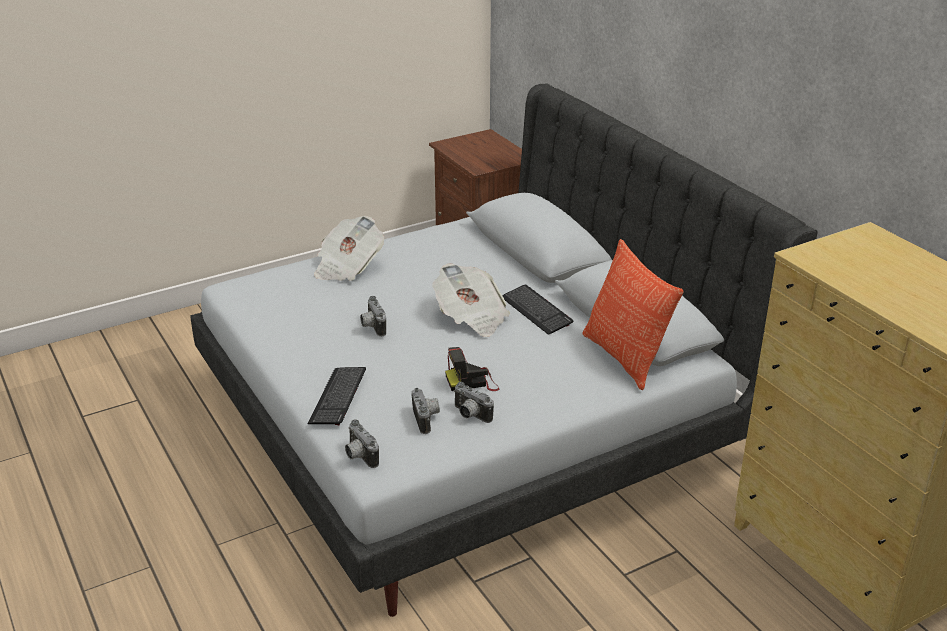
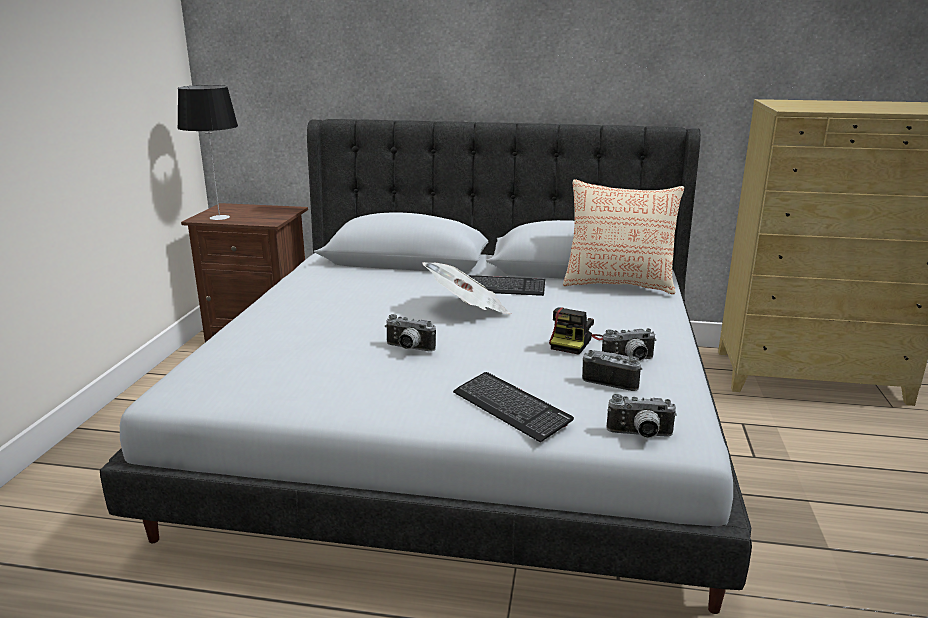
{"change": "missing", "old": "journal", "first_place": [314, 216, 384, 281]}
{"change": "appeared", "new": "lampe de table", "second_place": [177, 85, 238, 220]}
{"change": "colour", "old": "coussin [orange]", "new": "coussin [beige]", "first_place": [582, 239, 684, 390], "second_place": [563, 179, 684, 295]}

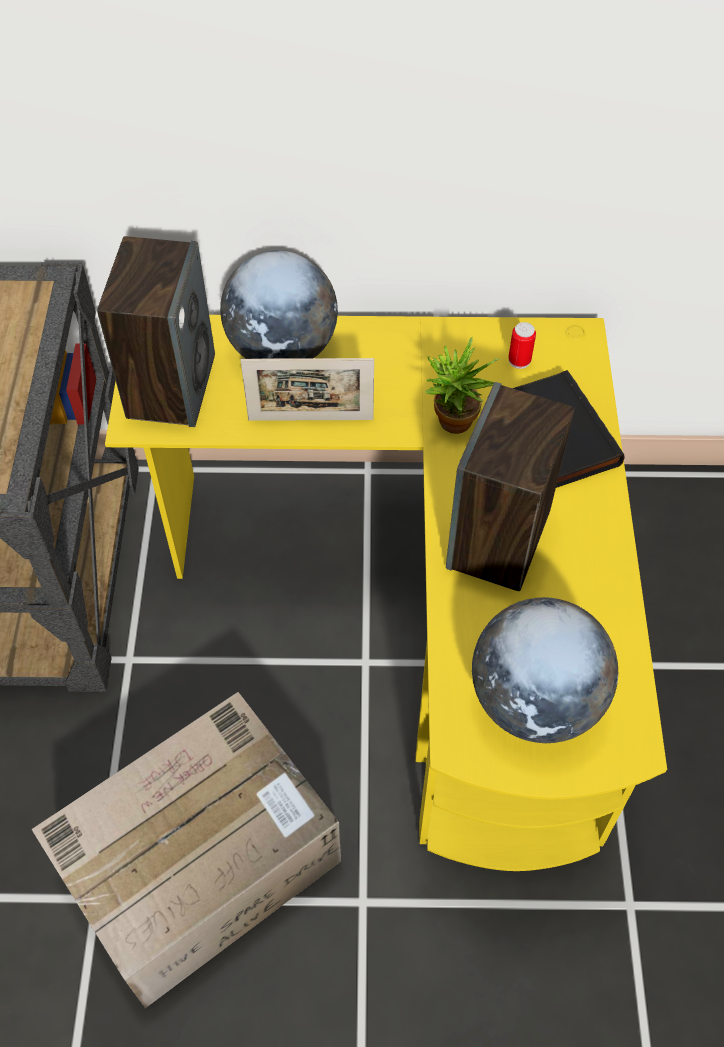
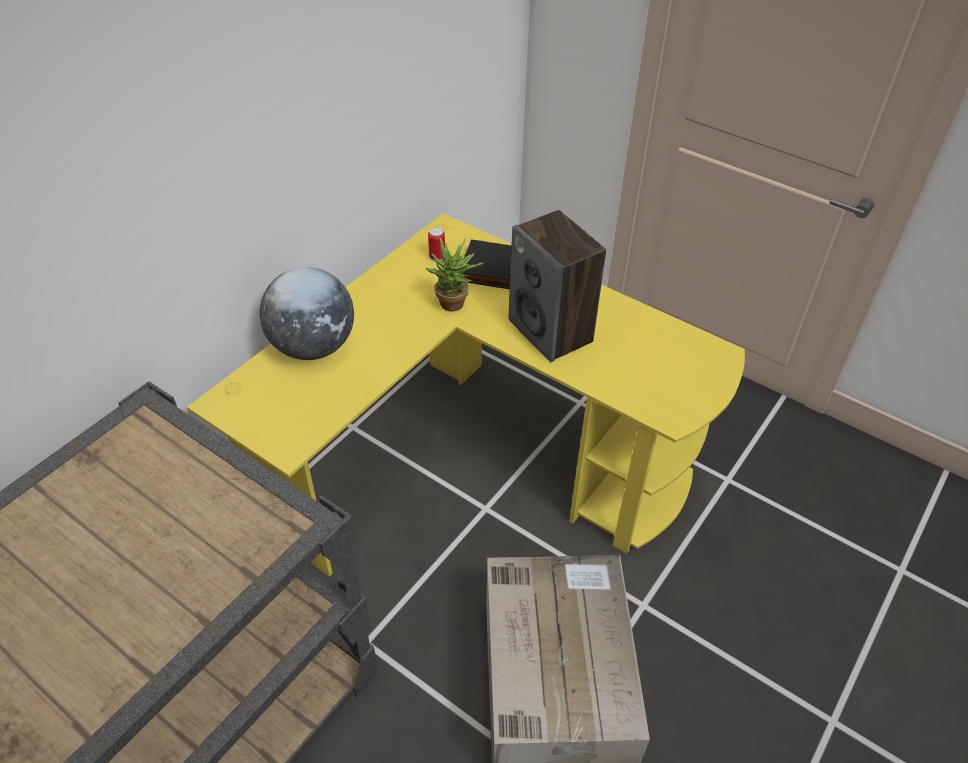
{"change": "missing", "old": "enceinte", "first_place": [97, 236, 215, 427]}
{"change": "missing", "old": "cadre photo", "first_place": [241, 358, 374, 421]}
{"change": "missing", "old": "globe", "first_place": [472, 597, 618, 743]}

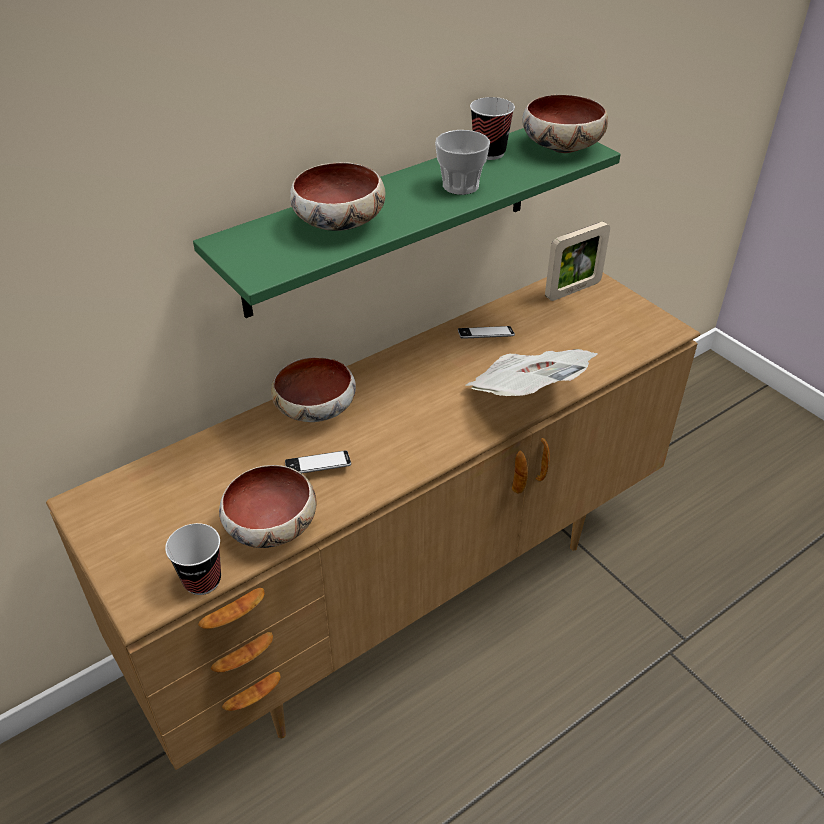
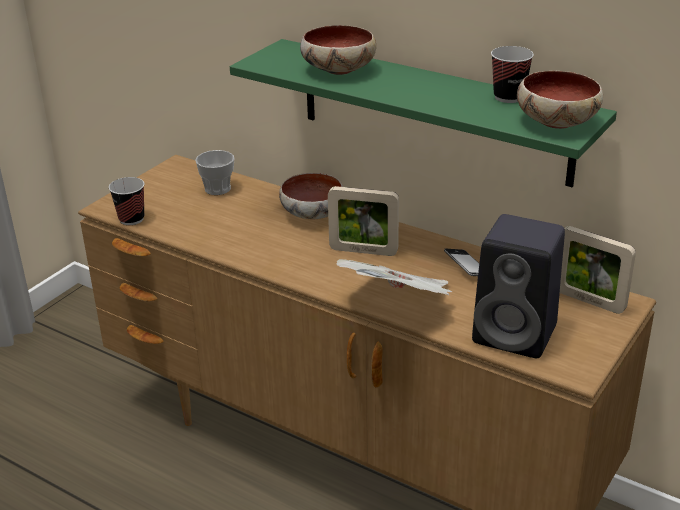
{"change": "missing", "old": "bol", "first_place": [219, 465, 317, 548]}
{"change": "missing", "old": "téléphone", "first_place": [285, 450, 351, 473]}
{"change": "appeared", "new": "cadre photo", "second_place": [328, 186, 399, 256]}
{"change": "appeared", "new": "enceinte [noir]", "second_place": [472, 214, 565, 358]}
{"change": "relocated", "old": "tasse", "first_place": [435, 130, 490, 195], "second_place": [195, 150, 234, 195]}

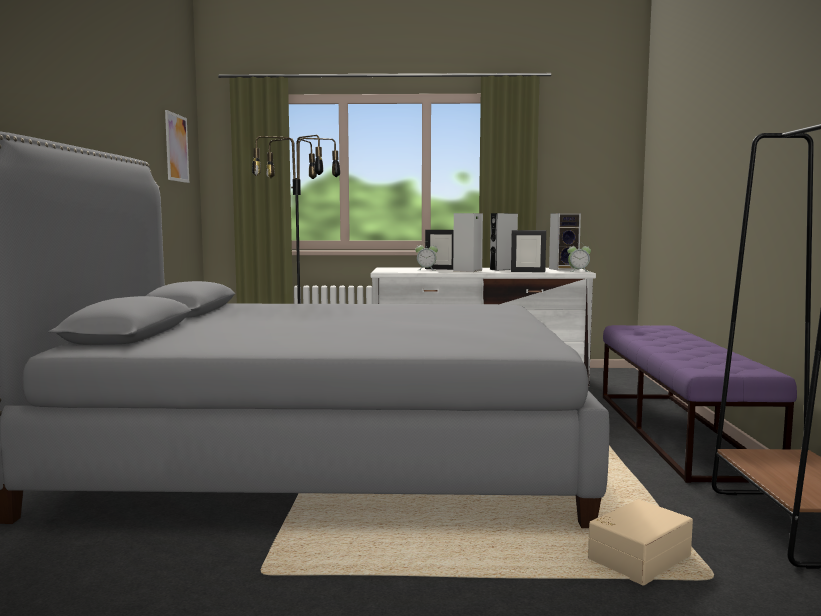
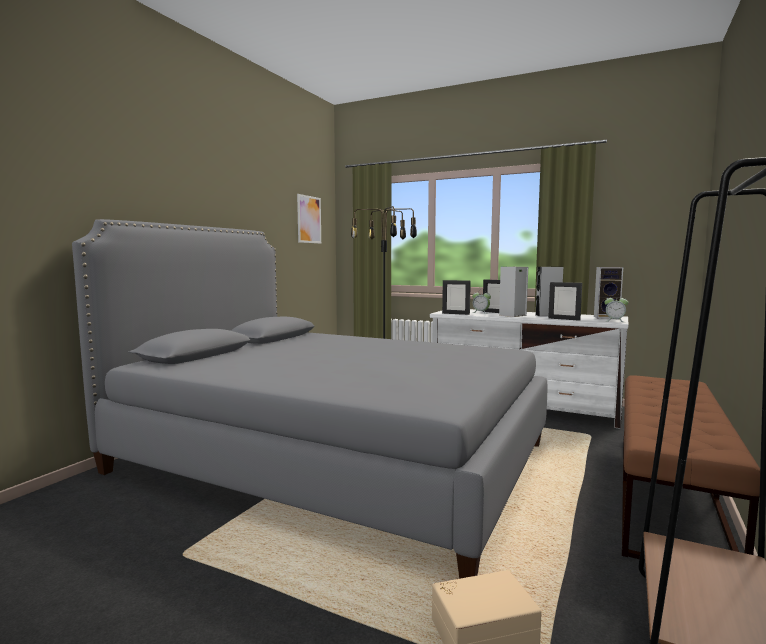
{"change": "appeared", "new": "cadre photo", "second_place": [442, 280, 471, 315]}
{"change": "colour", "old": "banc [violet]", "new": "banc [marron]", "first_place": [603, 325, 797, 483], "second_place": [622, 375, 760, 559]}

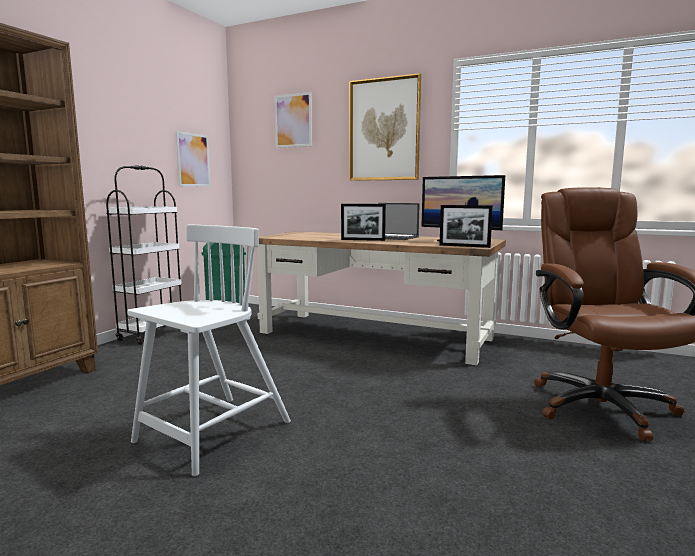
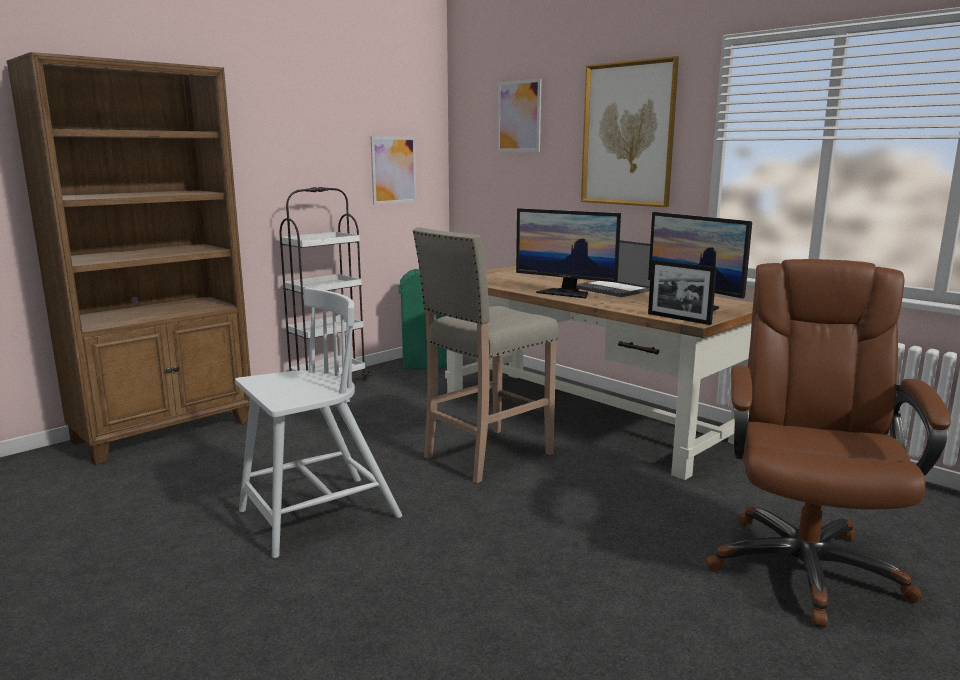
{"change": "appeared", "new": "tabouret [beige]", "second_place": [413, 227, 559, 483]}
{"change": "exchanged", "old": "cadre photo", "new": "écran d'ordinateur", "first_place": [341, 204, 386, 241], "second_place": [516, 208, 621, 299]}

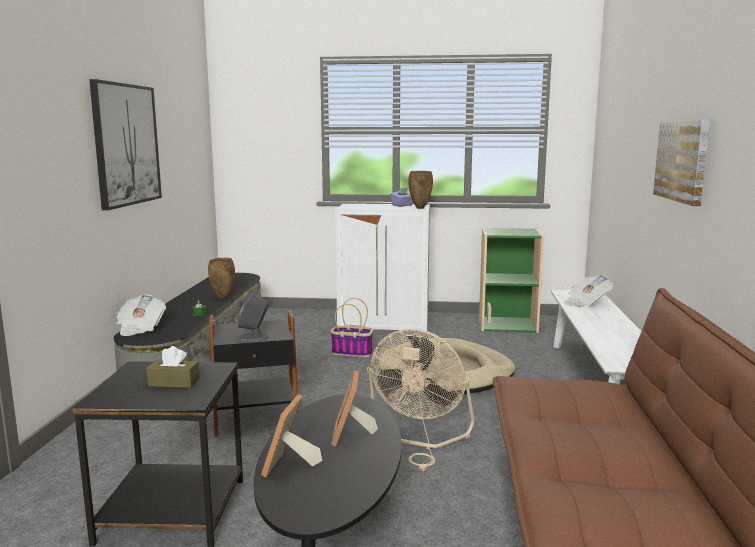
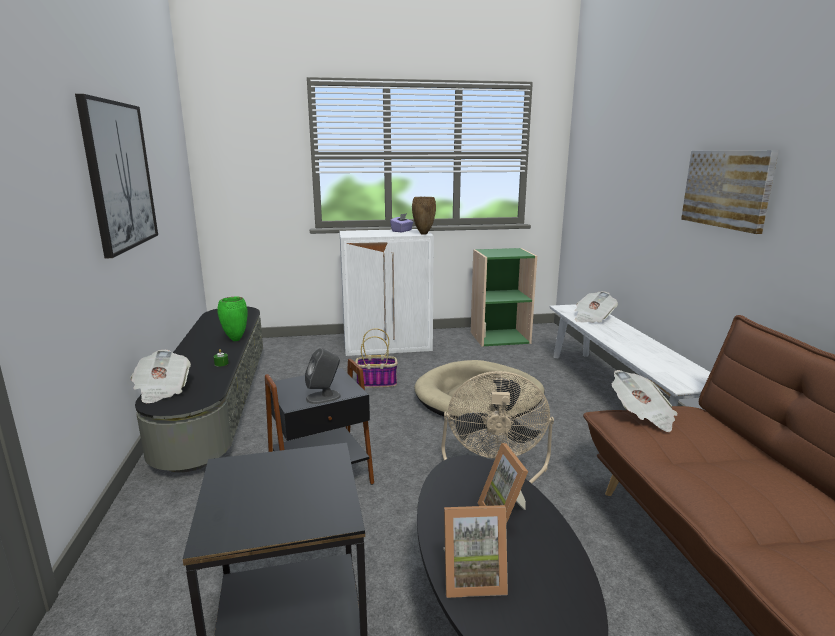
{"change": "missing", "old": "boîte à mouchoirs [marron]", "first_place": [147, 346, 200, 388]}
{"change": "appeared", "new": "journal", "second_place": [612, 370, 678, 432]}
{"change": "colour", "old": "vase [marron]", "new": "vase [vert]", "first_place": [208, 258, 235, 299], "second_place": [217, 296, 248, 341]}
{"change": "spun", "old": "cadre photo", "first_place": [261, 394, 322, 477], "second_place": [443, 505, 508, 598], "degrees": -90}

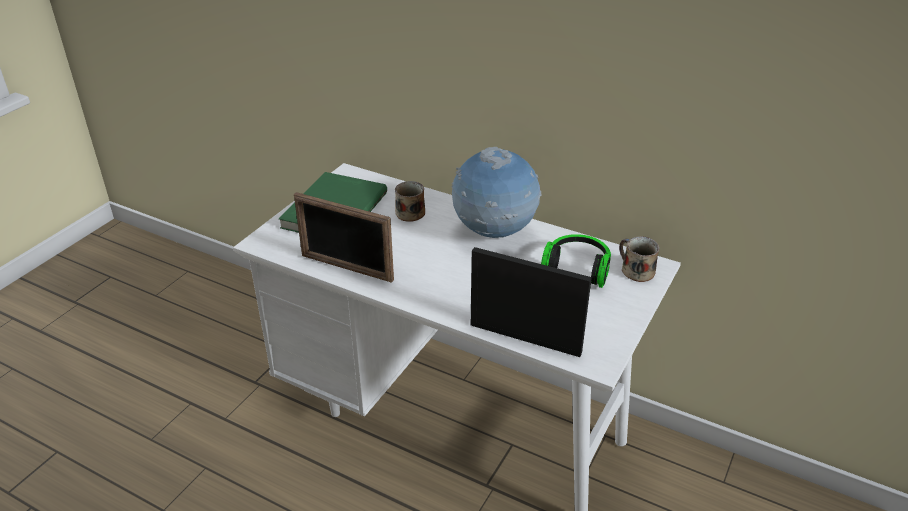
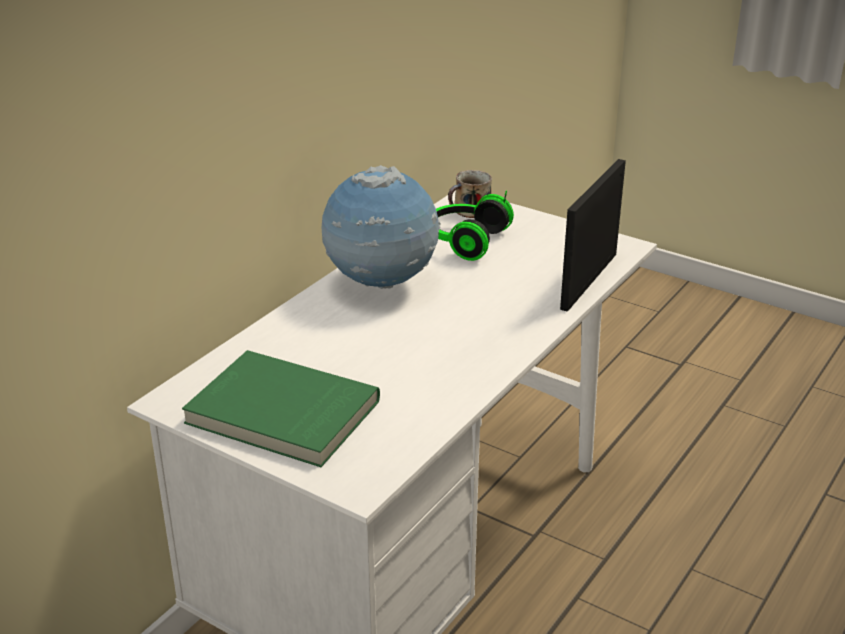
{"change": "missing", "old": "cadre photo", "first_place": [294, 192, 394, 283]}
{"change": "missing", "old": "mug", "first_place": [395, 181, 425, 222]}

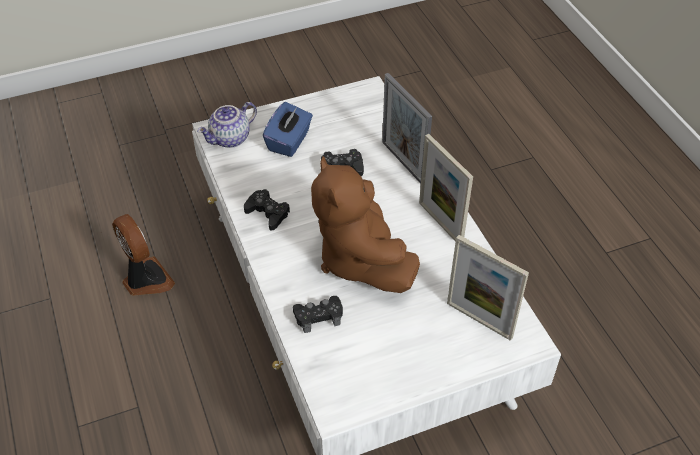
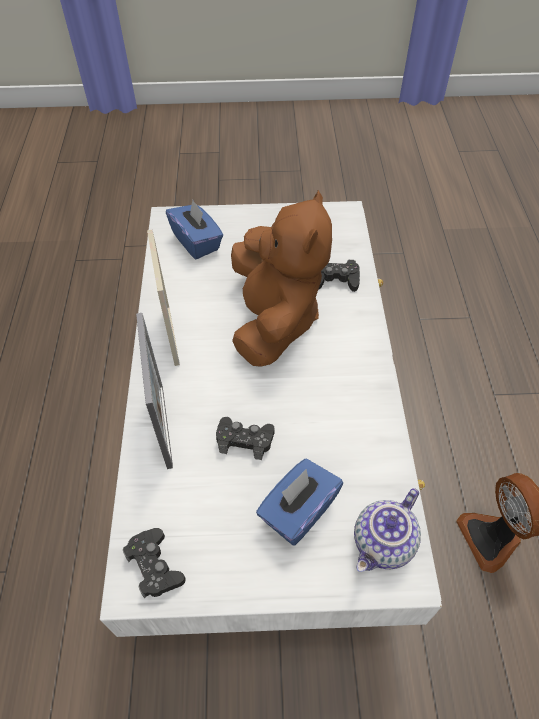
{"change": "relocated", "old": "manette [noir]", "first_place": [244, 189, 290, 231], "second_place": [123, 528, 186, 598]}
{"change": "exchanged", "old": "cadre photo", "new": "boîte à mouchoirs [bleu]", "first_place": [447, 235, 529, 341], "second_place": [166, 200, 223, 259]}
{"change": "spun", "old": "théière", "first_place": [197, 102, 257, 148], "second_place": [354, 488, 421, 572], "degrees": 150}

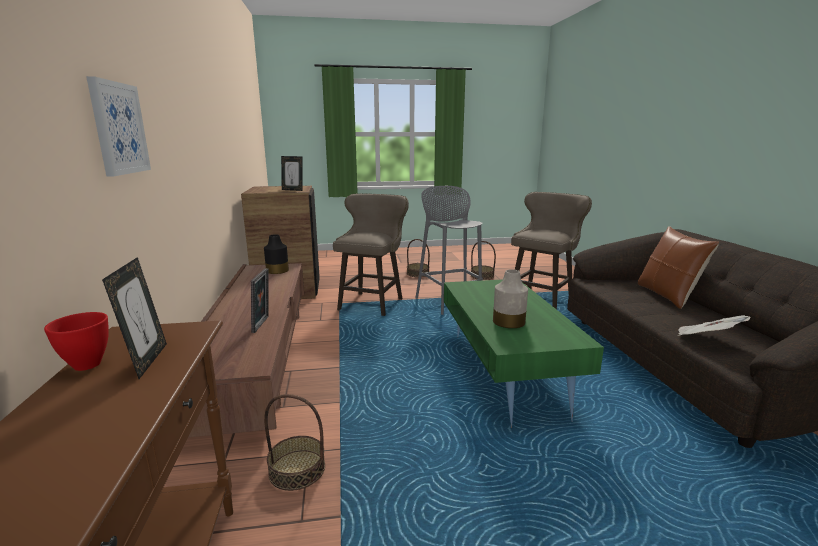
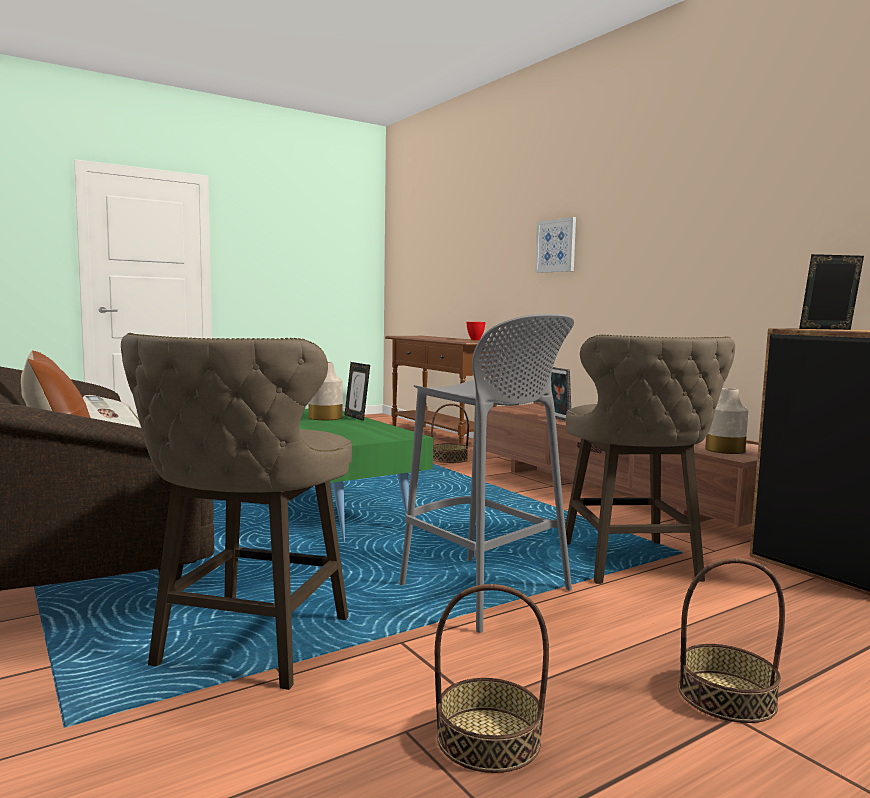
{"change": "relocated", "old": "cadre photo", "first_place": [102, 257, 167, 379], "second_place": [345, 362, 370, 421]}
{"change": "colour", "old": "vase [noir]", "new": "vase [beige]", "first_place": [264, 234, 289, 274], "second_place": [705, 388, 749, 454]}

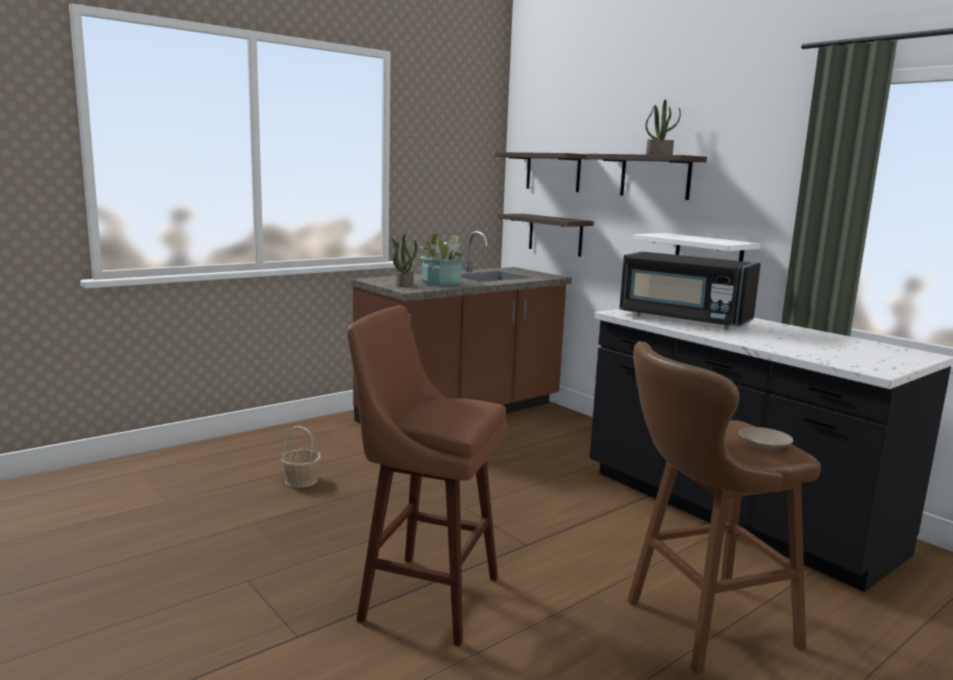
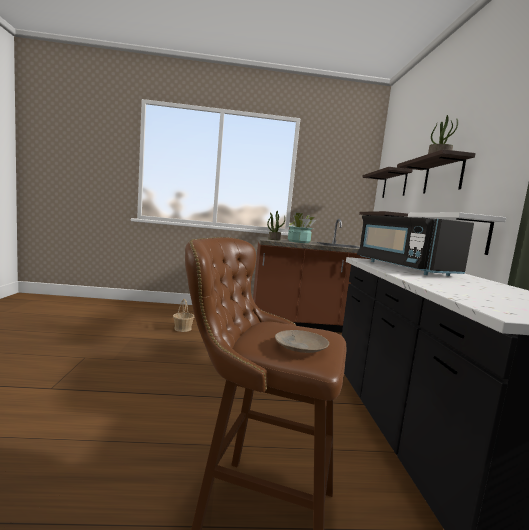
{"change": "missing", "old": "tabouret [marron]", "first_place": [347, 305, 508, 646]}

